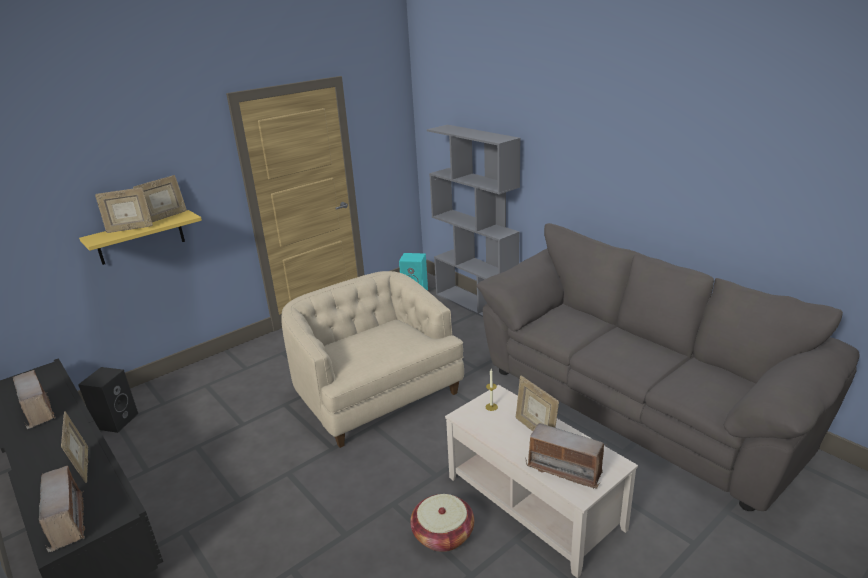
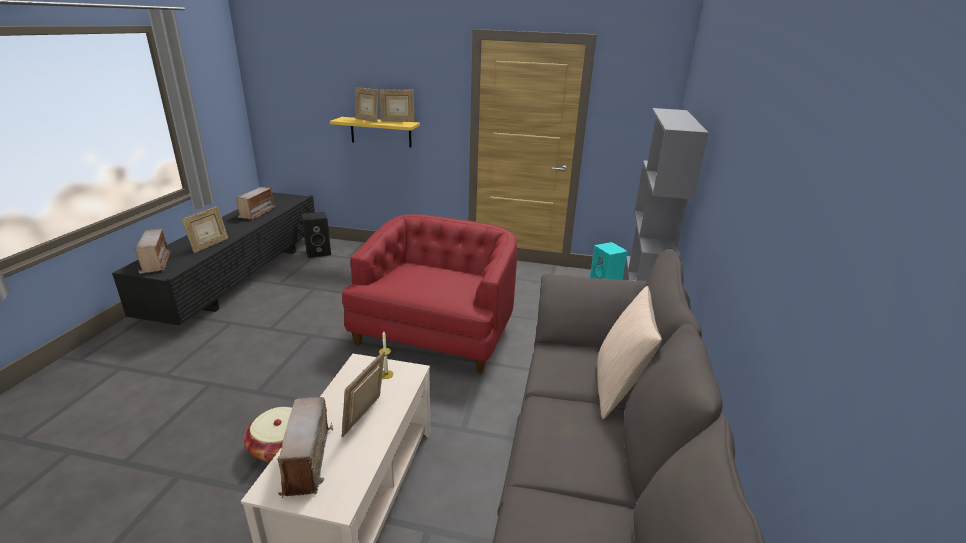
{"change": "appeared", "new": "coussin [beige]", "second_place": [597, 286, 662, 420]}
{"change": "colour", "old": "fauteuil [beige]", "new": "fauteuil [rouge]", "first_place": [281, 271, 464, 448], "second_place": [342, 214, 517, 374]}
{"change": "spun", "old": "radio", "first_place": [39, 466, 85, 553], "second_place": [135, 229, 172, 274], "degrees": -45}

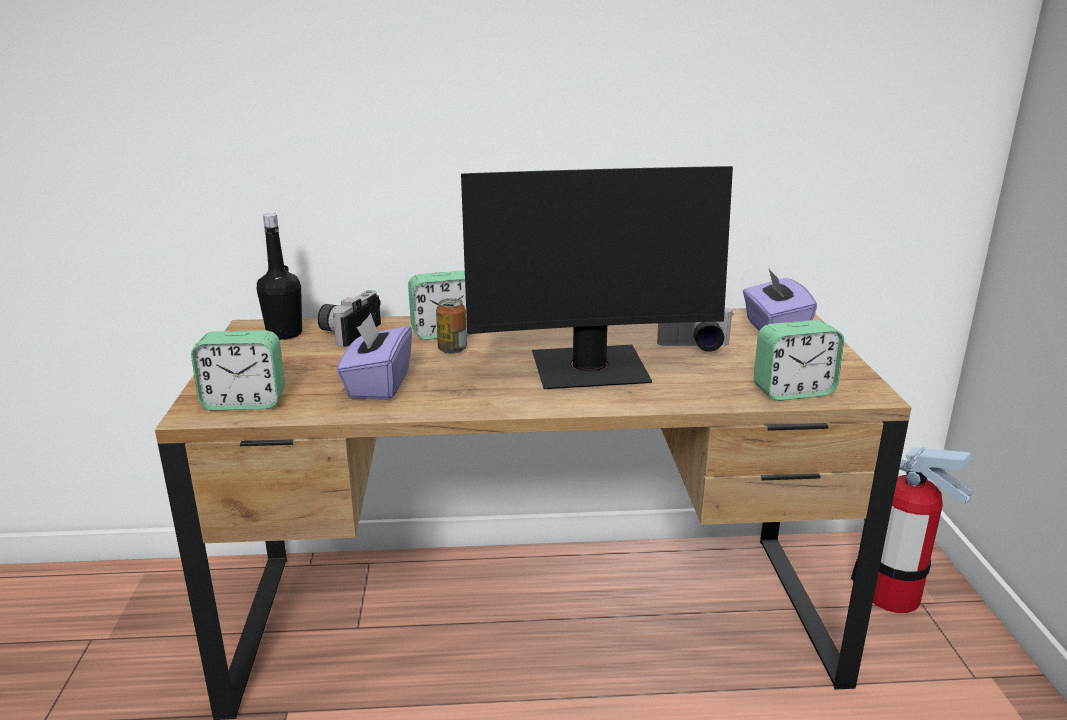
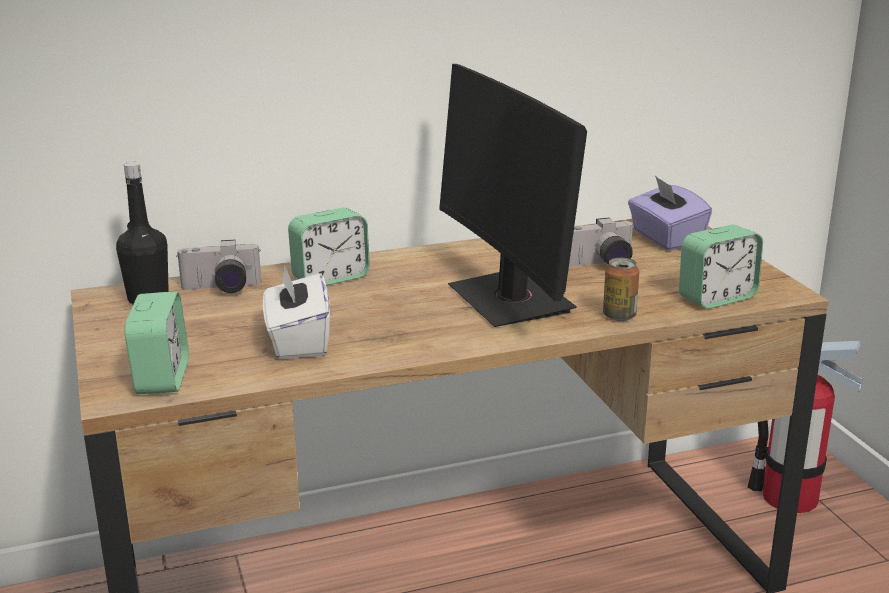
{"change": "relocated", "old": "boîte métallique", "first_place": [436, 298, 467, 354], "second_place": [603, 258, 639, 321]}
{"change": "colour", "old": "boîte à mouchoirs [violet]", "new": "boîte à mouchoirs [blanc]", "first_place": [337, 313, 412, 400], "second_place": [263, 264, 330, 359]}
{"change": "spun", "old": "réveil", "first_place": [191, 330, 285, 411], "second_place": [124, 292, 189, 394], "degrees": -75}
{"change": "spun", "old": "appareil photo", "first_place": [318, 290, 381, 347], "second_place": [176, 240, 261, 293], "degrees": -105}
{"change": "spun", "old": "écran d'ordinateur", "first_place": [461, 166, 733, 389], "second_place": [439, 64, 587, 327], "degrees": 90}

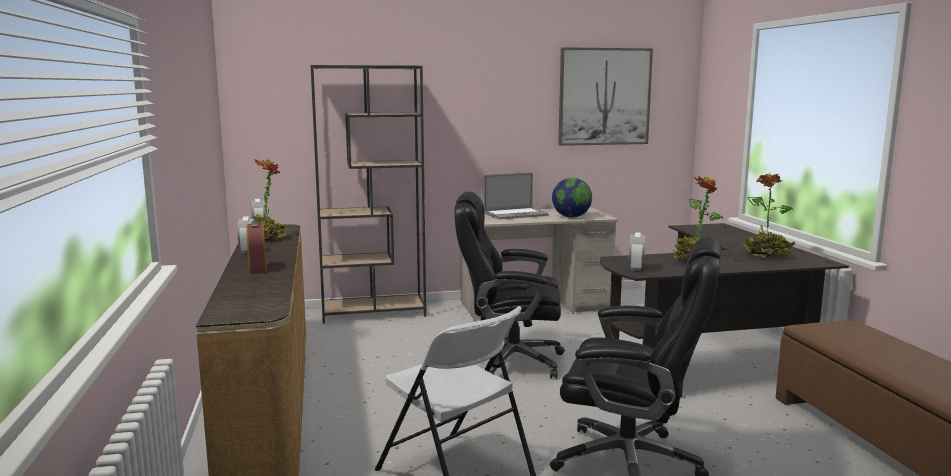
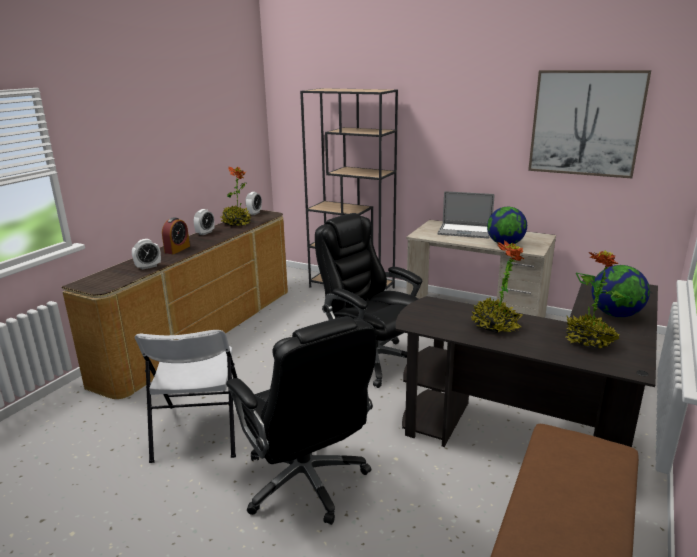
{"change": "appeared", "new": "globe", "second_place": [592, 265, 650, 317]}
{"change": "relocated", "old": "réveil", "first_place": [628, 232, 646, 271], "second_place": [132, 239, 161, 270]}

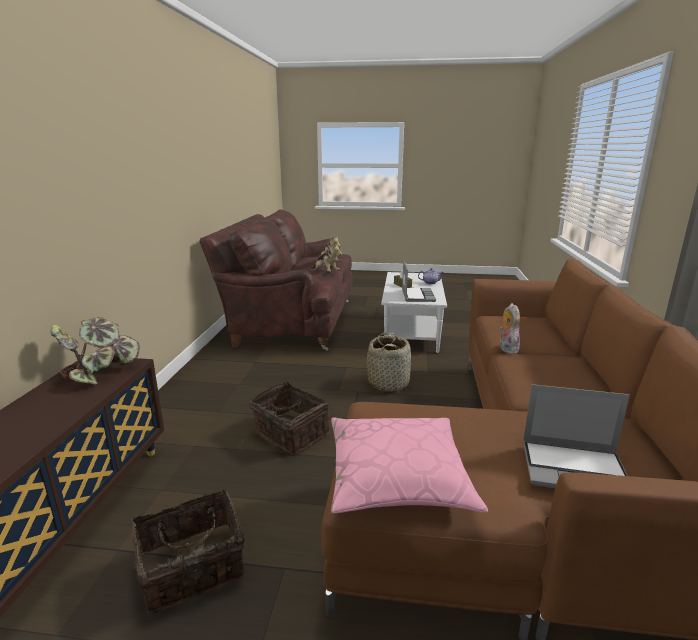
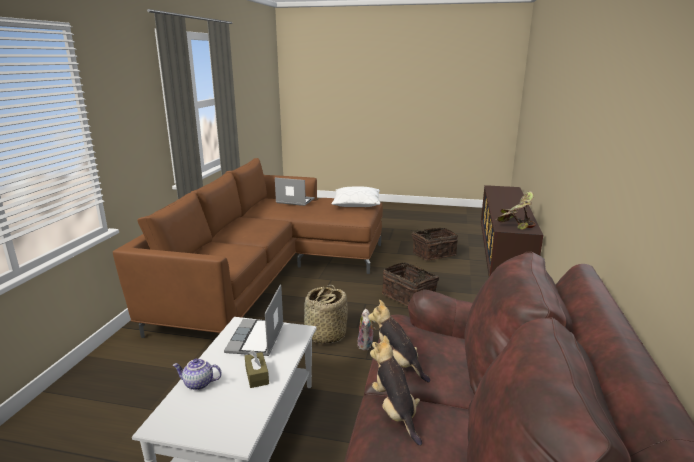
{"change": "relocated", "old": "peluche", "first_place": [499, 303, 520, 354], "second_place": [357, 309, 376, 350]}
{"change": "colour", "old": "coussin [rose]", "new": "coussin [blanc]", "first_place": [331, 418, 488, 513], "second_place": [331, 187, 380, 207]}

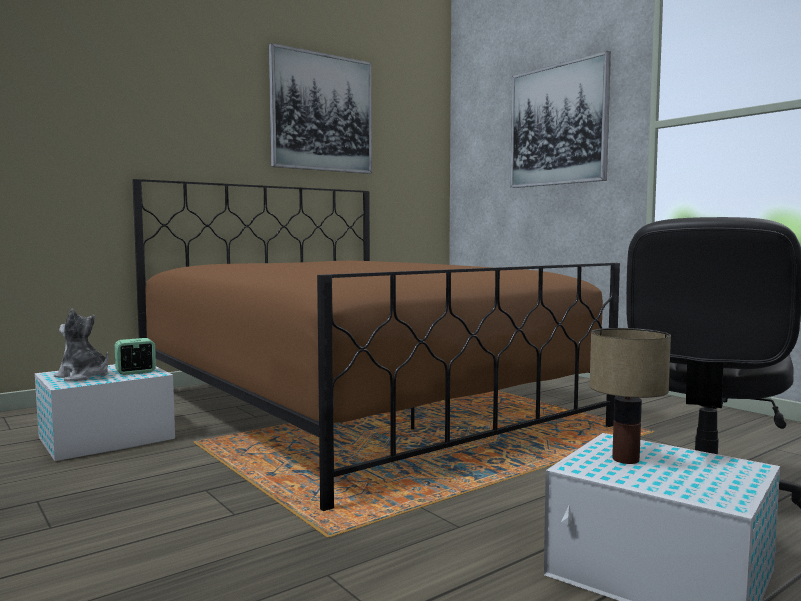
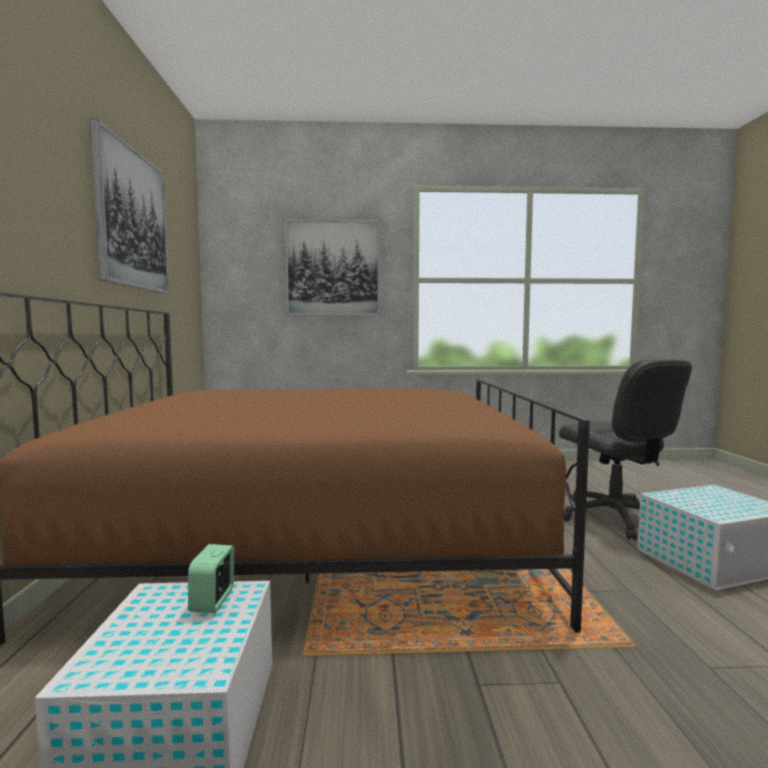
{"change": "missing", "old": "peluche", "first_place": [54, 309, 109, 381]}
{"change": "missing", "old": "lampe de table", "first_place": [590, 328, 671, 464]}

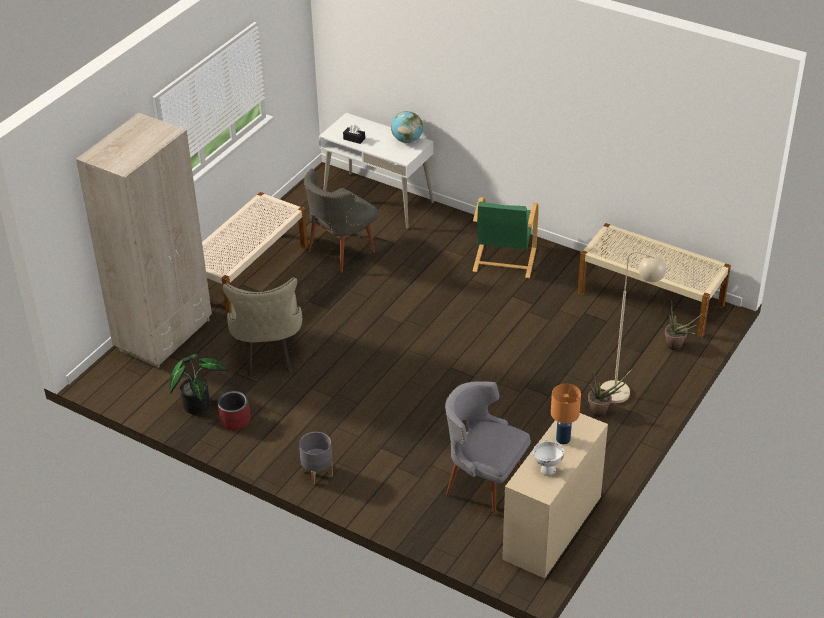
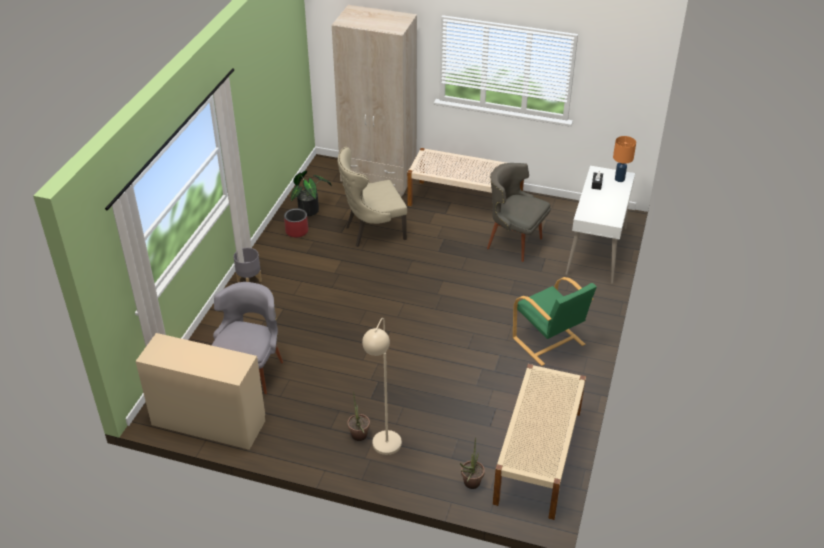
{"change": "missing", "old": "globe", "first_place": [391, 111, 423, 143]}
{"change": "missing", "old": "bol [blanc]", "first_place": [533, 439, 565, 475]}
{"change": "relocated", "old": "lampe de table [orange]", "first_place": [551, 384, 581, 444], "second_place": [613, 136, 636, 182]}
{"change": "spun", "old": "fauteuil [vert]", "first_place": [472, 197, 539, 278], "second_place": [513, 277, 597, 366], "degrees": -120}

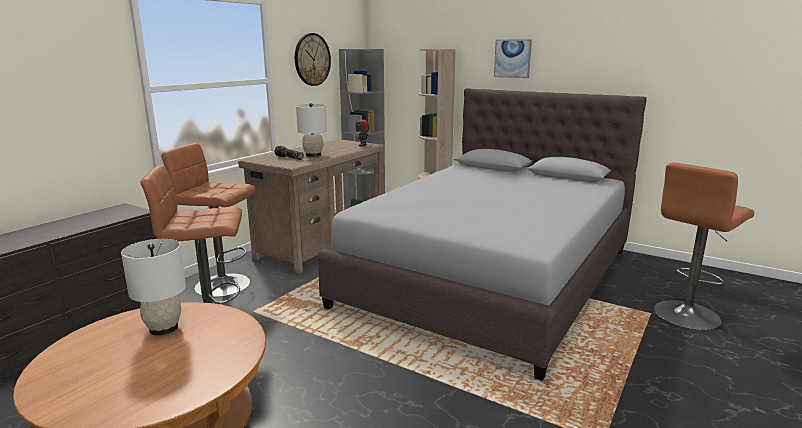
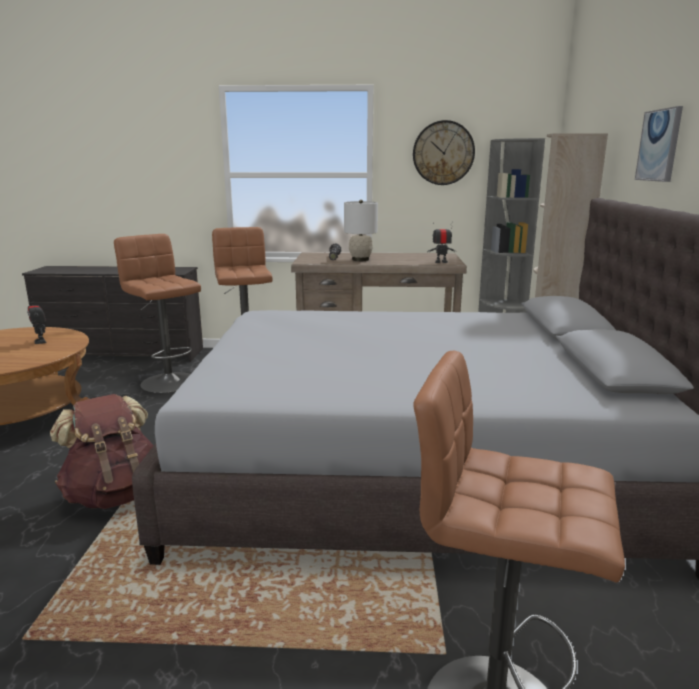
{"change": "appeared", "new": "sac à dos [marron]", "second_place": [50, 394, 154, 509]}
{"change": "exchanged", "old": "lampe de table [blanc]", "new": "robot jouet", "first_place": [121, 239, 186, 335], "second_place": [27, 296, 47, 344]}

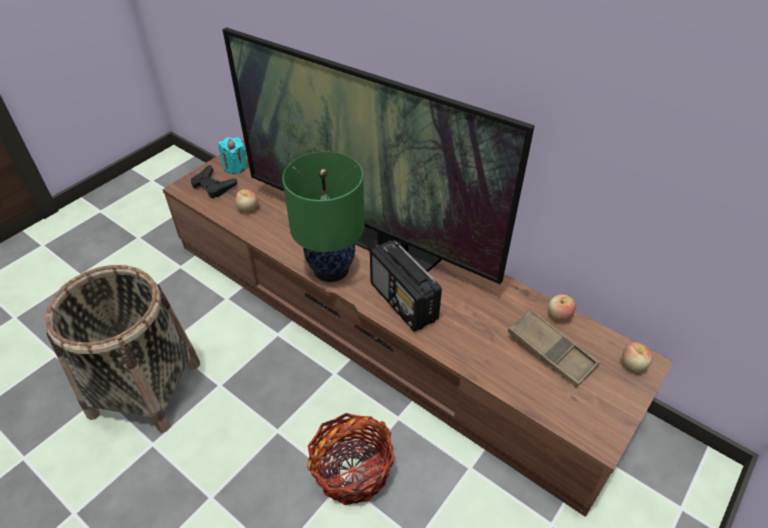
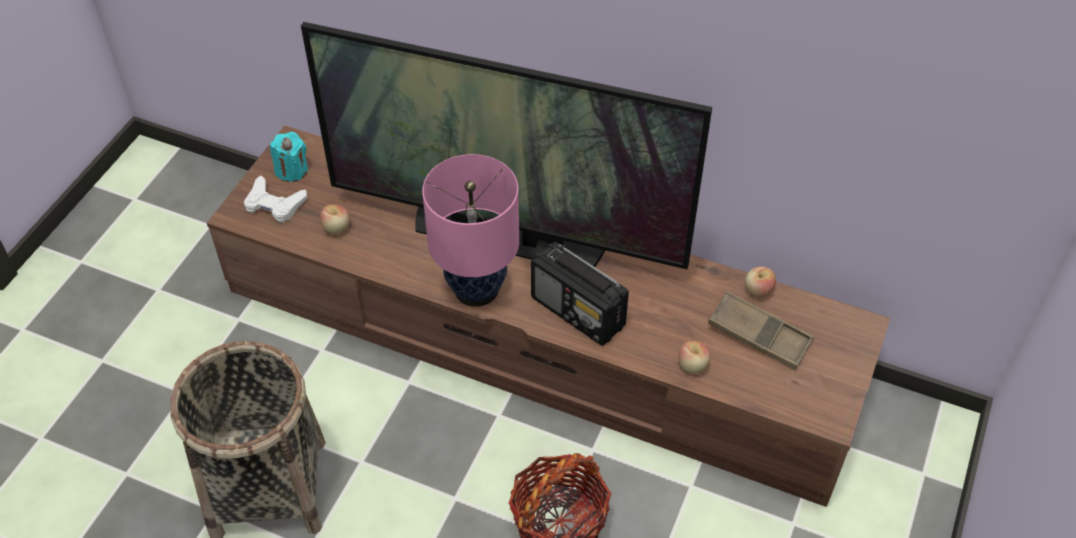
{"change": "relocated", "old": "pomme", "first_place": [622, 342, 653, 372], "second_place": [678, 341, 711, 374]}
{"change": "colour", "old": "manette [noir]", "new": "manette [blanc]", "first_place": [190, 165, 237, 198], "second_place": [244, 175, 307, 223]}
{"change": "colour", "old": "lampe de table [vert]", "new": "lampe de table [rose]", "first_place": [282, 152, 365, 282], "second_place": [422, 154, 519, 307]}

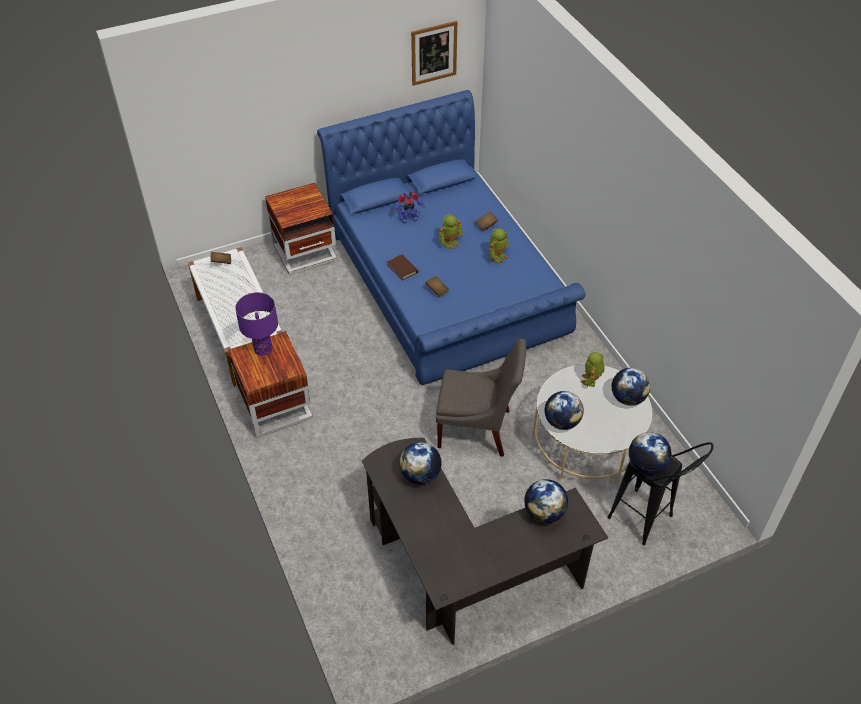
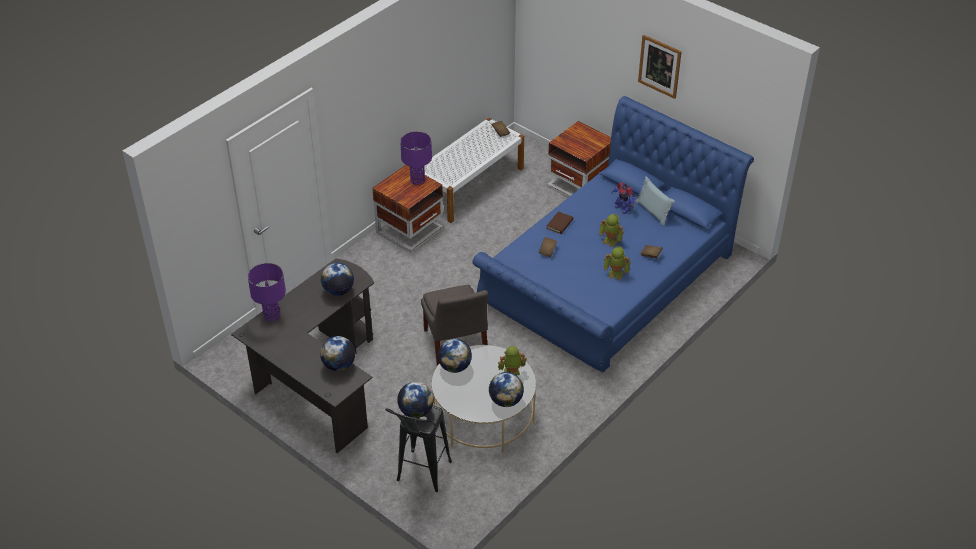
{"change": "appeared", "new": "lampe de table [violet]", "second_place": [248, 263, 286, 321]}
{"change": "appeared", "new": "coussin [bleu]", "second_place": [636, 176, 675, 226]}
{"change": "relocated", "old": "tableau", "first_place": [411, 21, 457, 86], "second_place": [638, 35, 682, 99]}

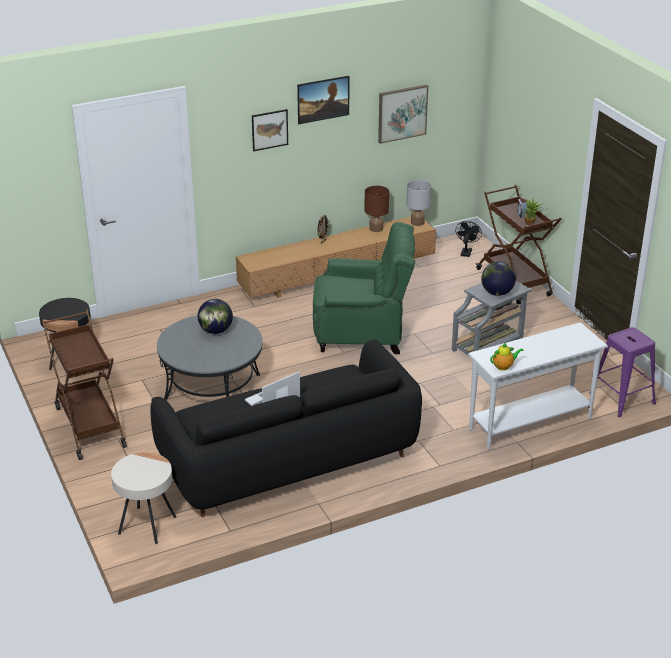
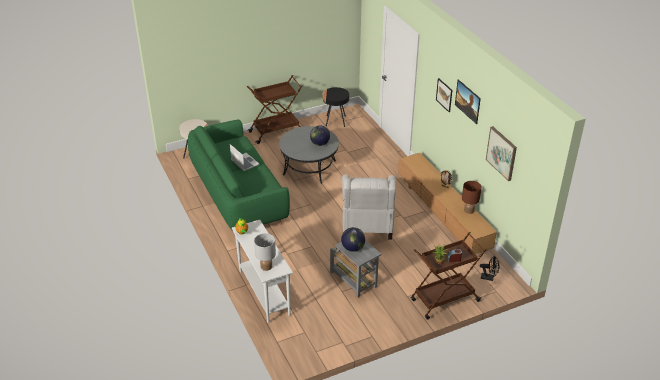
{"change": "missing", "old": "tabouret [violet]", "first_place": [589, 327, 656, 417]}
{"change": "relocated", "old": "lampe de table [gris]", "first_place": [407, 180, 432, 226], "second_place": [254, 233, 276, 271]}
{"change": "colour", "old": "canapé [noir]", "new": "canapé [vert]", "first_place": [151, 340, 422, 517], "second_place": [188, 120, 290, 231]}
{"change": "colour", "old": "fauteuil [vert]", "new": "fauteuil [blanc]", "first_place": [313, 222, 415, 354], "second_place": [342, 174, 396, 240]}

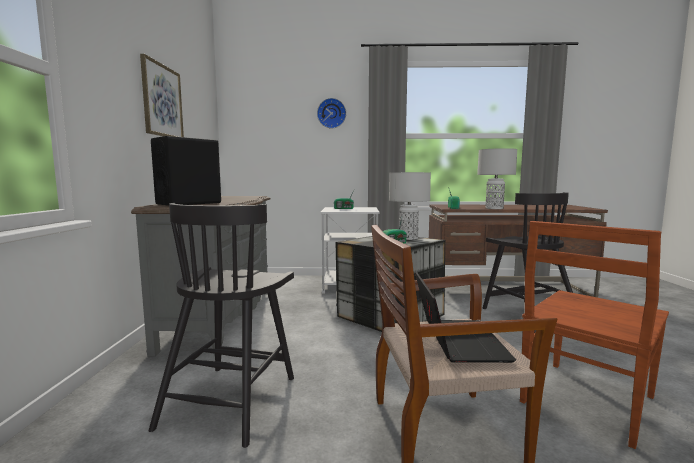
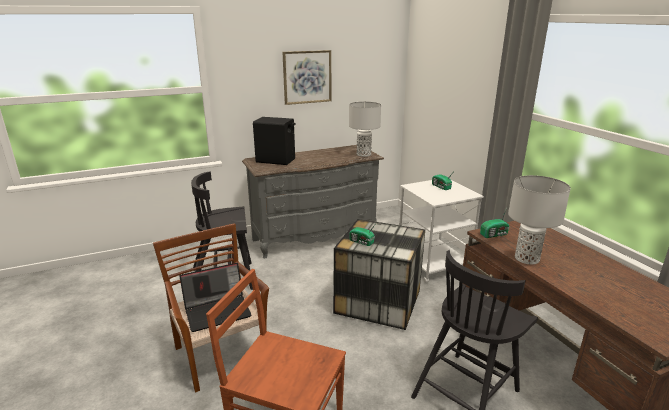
{"change": "missing", "old": "horloge murale", "first_place": [317, 98, 346, 128]}
{"change": "relocated", "old": "lampe de table [blanc]", "first_place": [389, 172, 431, 240], "second_place": [349, 102, 381, 157]}

